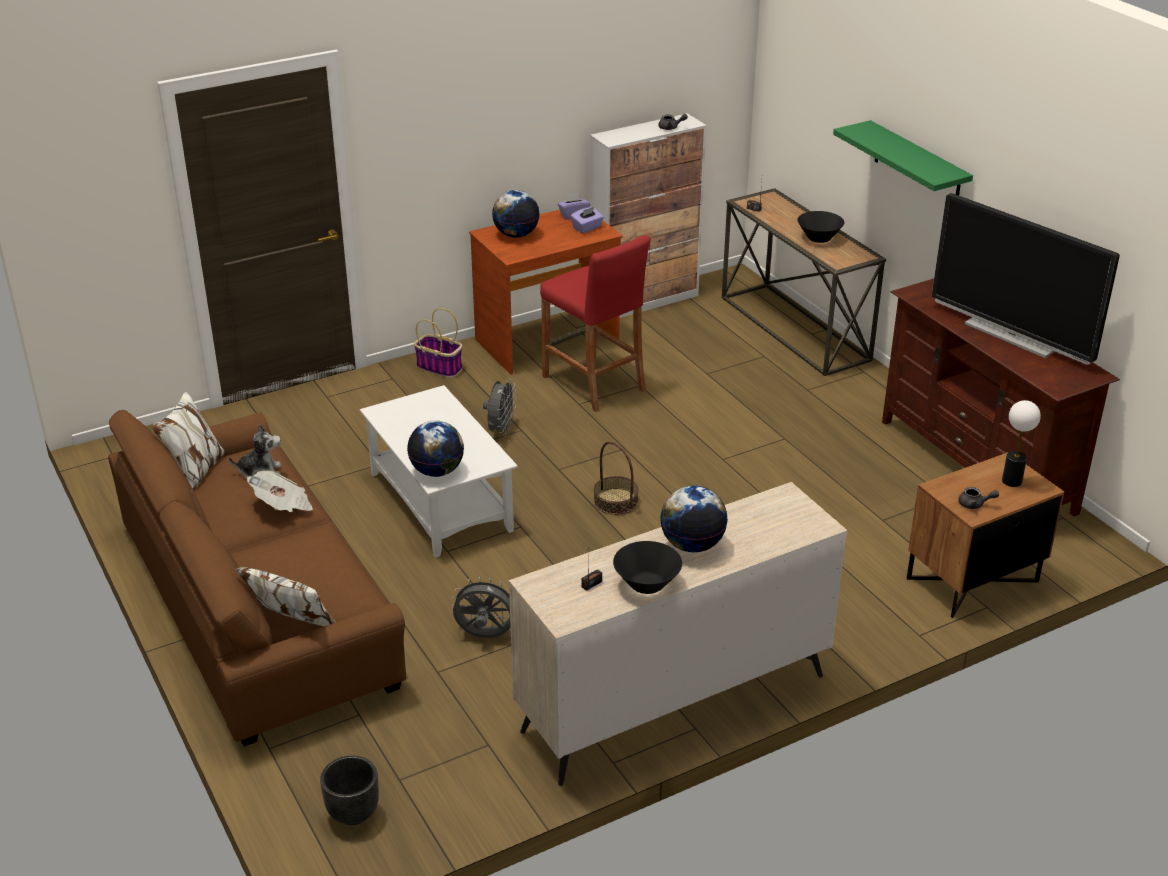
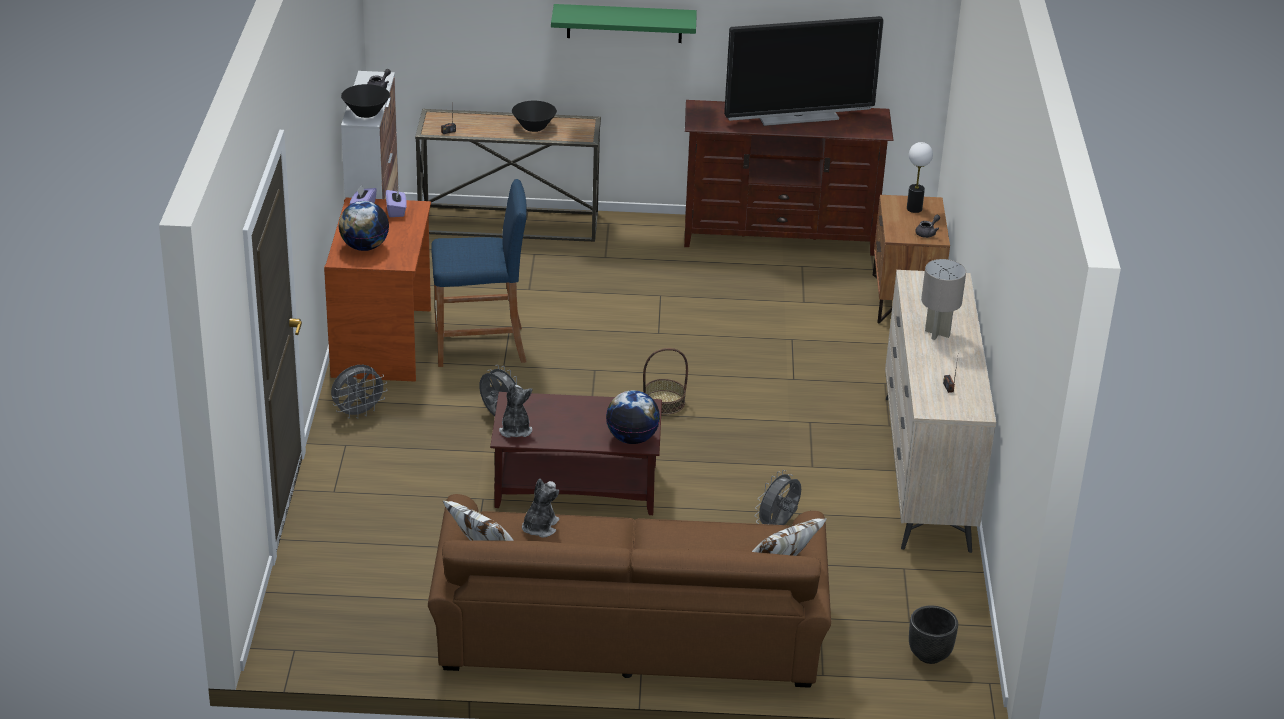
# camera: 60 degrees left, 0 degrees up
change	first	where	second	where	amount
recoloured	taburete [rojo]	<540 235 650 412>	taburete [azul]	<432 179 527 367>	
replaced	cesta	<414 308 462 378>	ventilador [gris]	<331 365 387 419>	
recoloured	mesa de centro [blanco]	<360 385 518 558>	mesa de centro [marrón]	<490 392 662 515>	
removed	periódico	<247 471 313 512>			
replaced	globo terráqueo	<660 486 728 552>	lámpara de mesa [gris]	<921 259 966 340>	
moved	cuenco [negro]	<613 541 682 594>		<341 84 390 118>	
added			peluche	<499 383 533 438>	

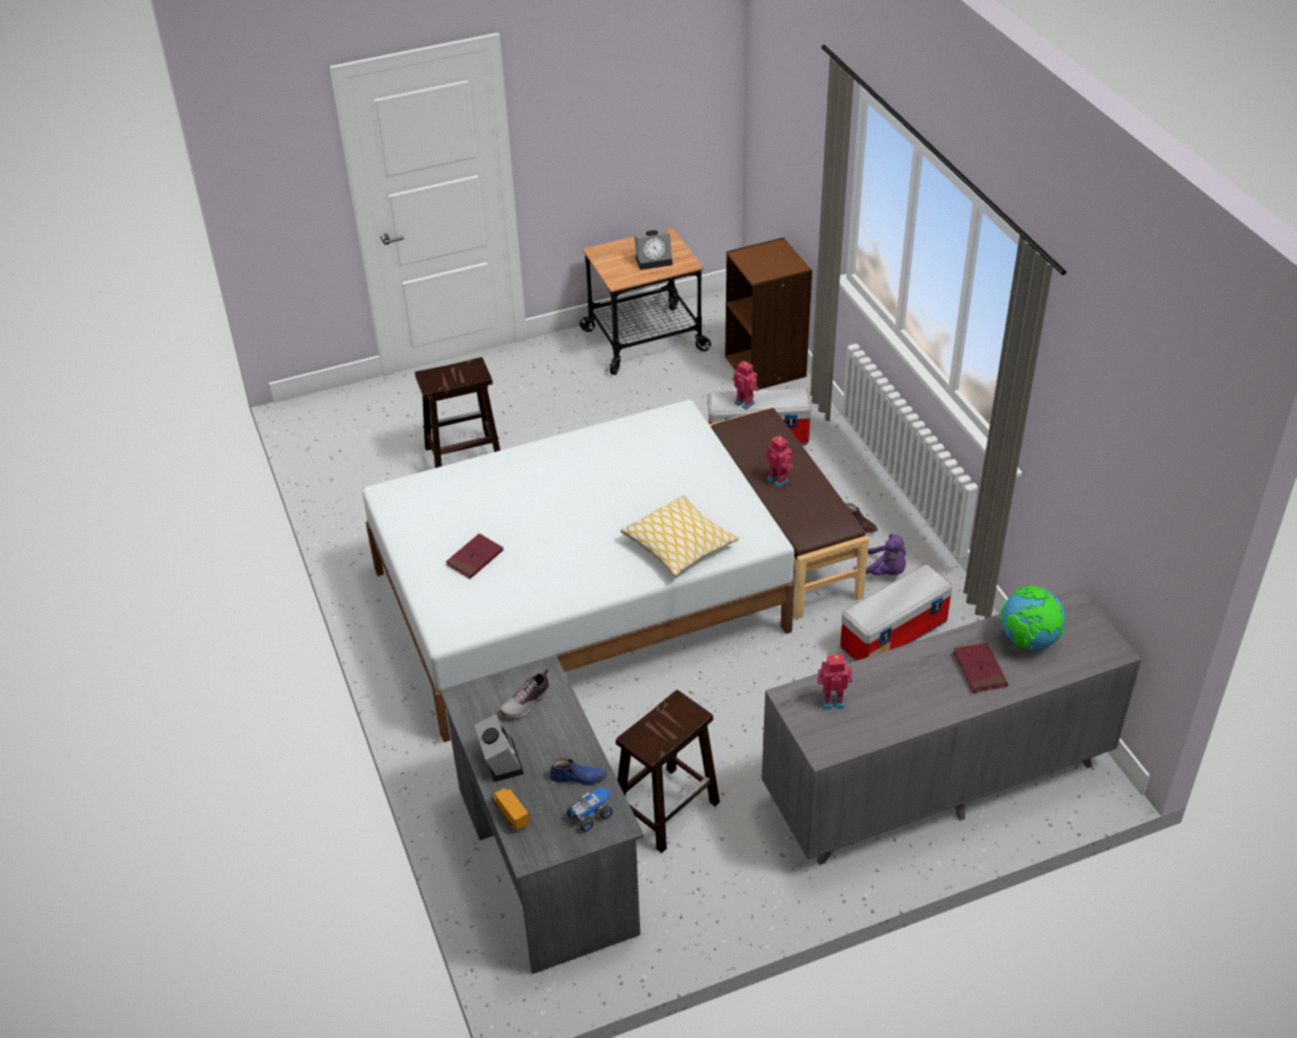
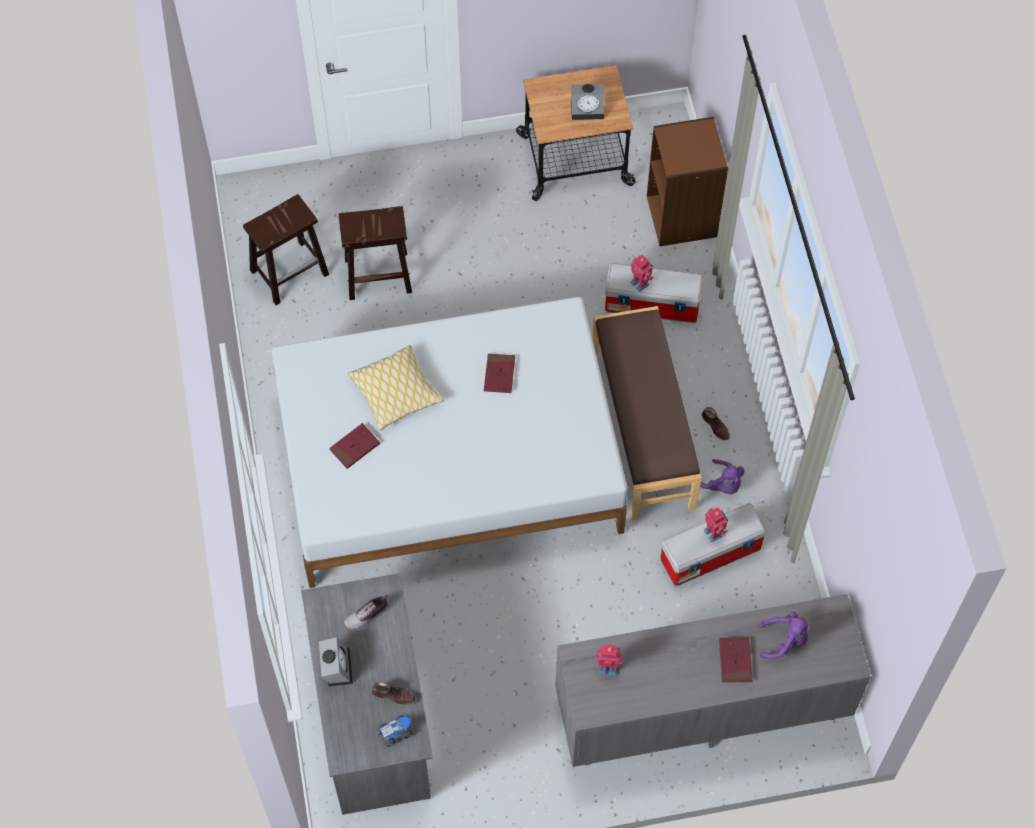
# camera: 10 degrees right, 20 degrees up
change	first	where	second	where	amount
moved	robot de juguete	<766 435 794 488>		<703 507 728 542>	
moved	cojín	<620 495 739 577>		<347 345 444 431>	
replaced	globo terráqueo	<1000 586 1066 650>	peluche [morado]	<758 611 811 659>	
moved	taburete [marrón]	<616 690 720 853>		<243 194 329 305>	
recoloured	zapato [azul]	<550 758 607 785>	zapato [marrón]	<371 682 415 705>	
removed	camión de juguete	<491 788 530 831>			
added			libro [rojo]	<484 354 515 393>	

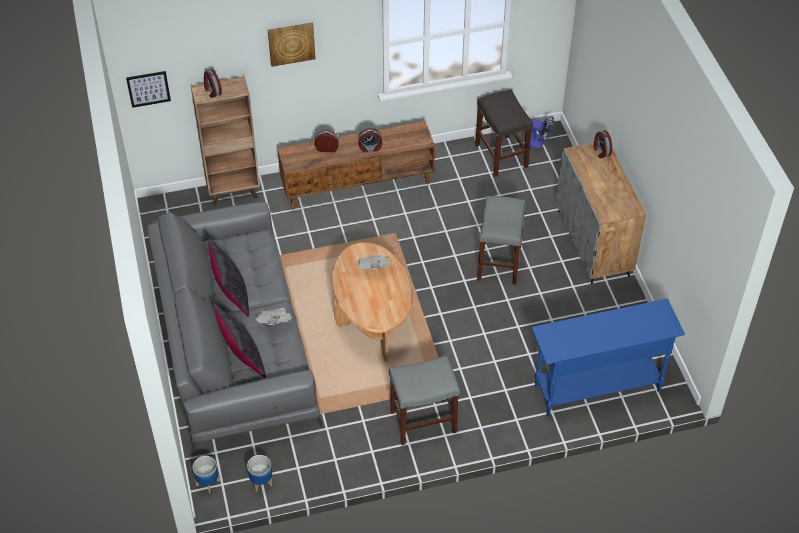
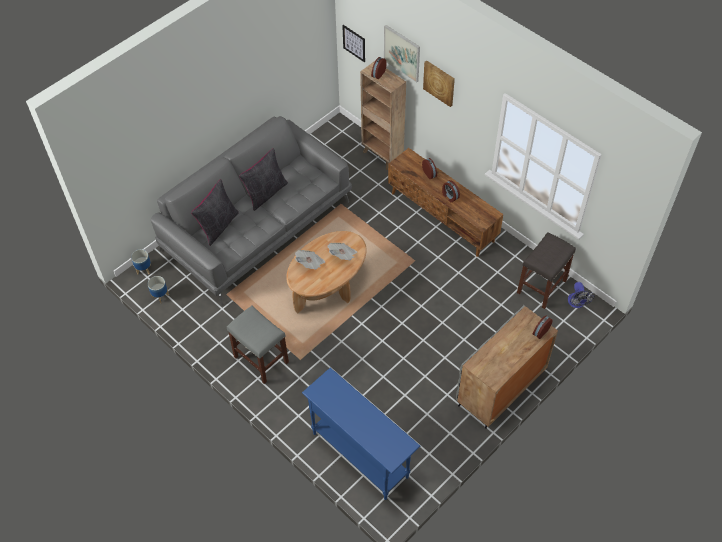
# camera: 60 degrees right, 5 degrees up
change	first	where	second	where	amount
removed	taburete [gris]	<477 196 526 285>			
moved	periódico	<256 308 293 325>		<295 250 325 270>	
added			cuadro	<384 25 420 83>	

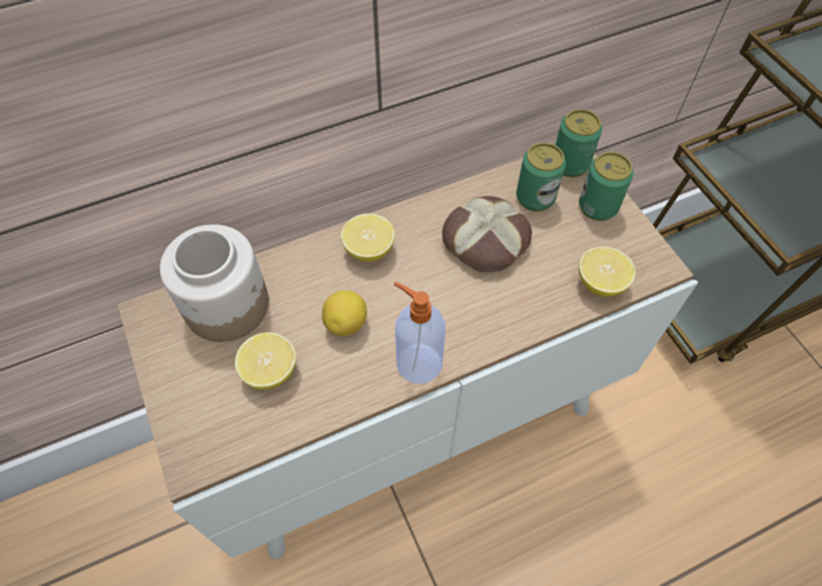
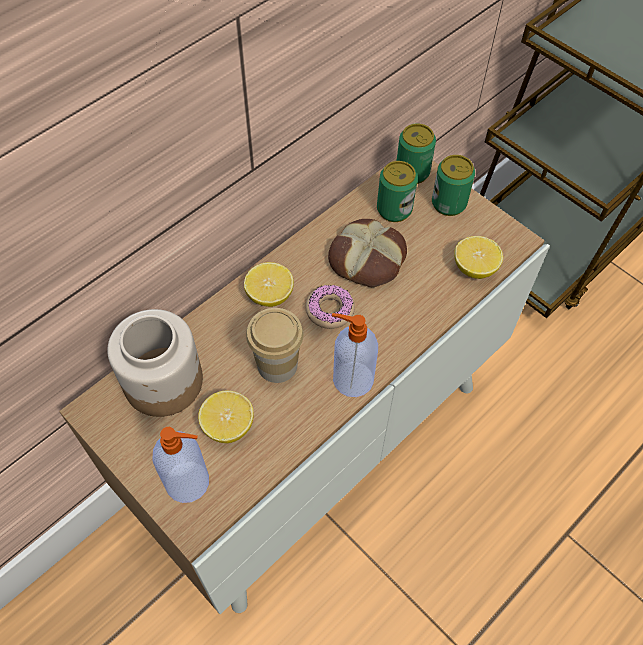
# camera: 20 degrees left, 0 degrees up
change	first	where	second	where	amount
replaced	limón	<322 290 367 336>	taza	<246 308 304 383>	
added			rosquilla	<306 285 355 329>	
added			dispensador de jabón	<152 427 209 503>	

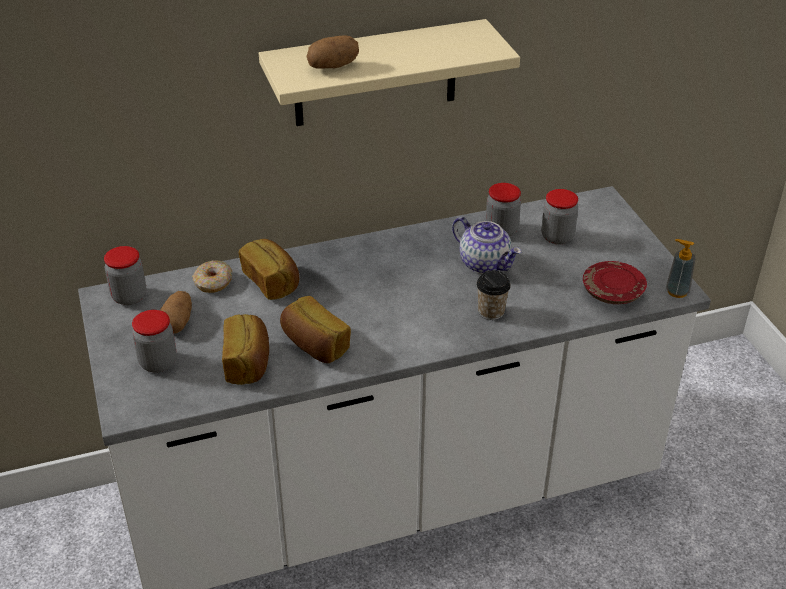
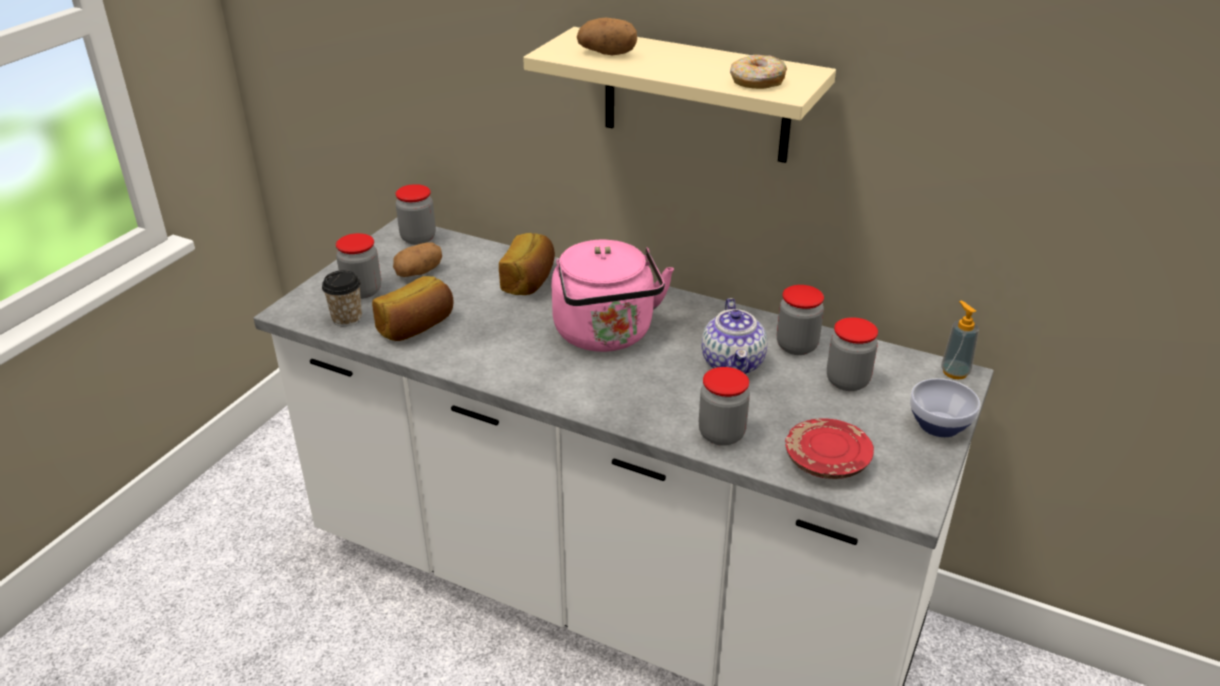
# camera: 45 degrees right, 5 degrees down
change	first	where	second	where	amount
moved	dispensador de jabón	<666 239 695 298>		<941 301 979 379>	
moved	rosquilla	<192 260 232 293>		<730 55 787 89>	
moved	taza	<476 270 511 320>		<322 270 362 327>	
removed	pan	<280 296 351 363>			
added			hervidor [rosa]	<552 240 674 352>	
added			tarro	<699 367 750 446>	
added			cuenco	<910 378 980 437>	

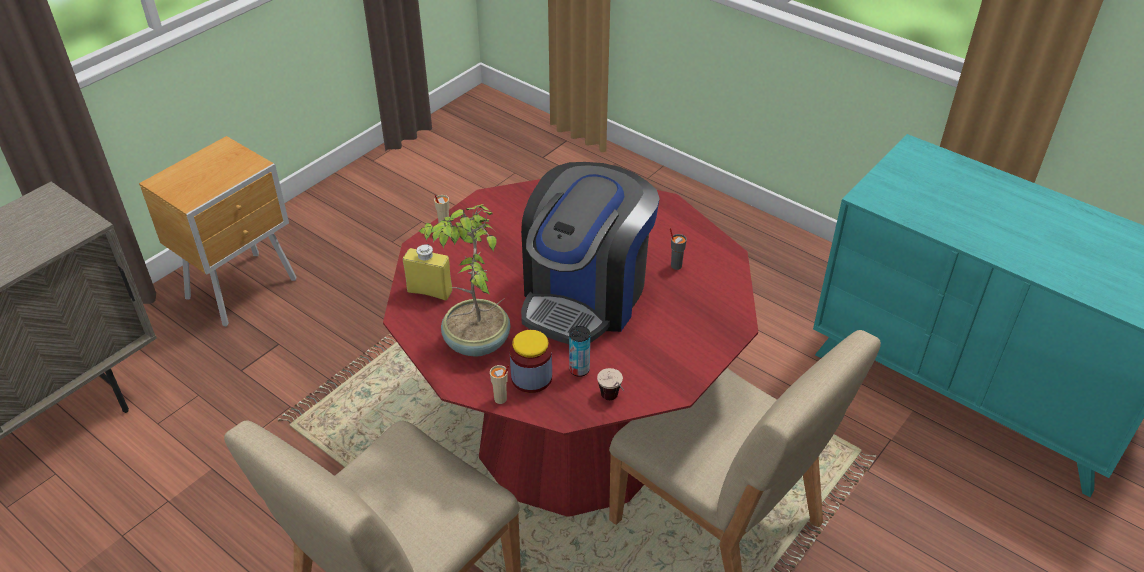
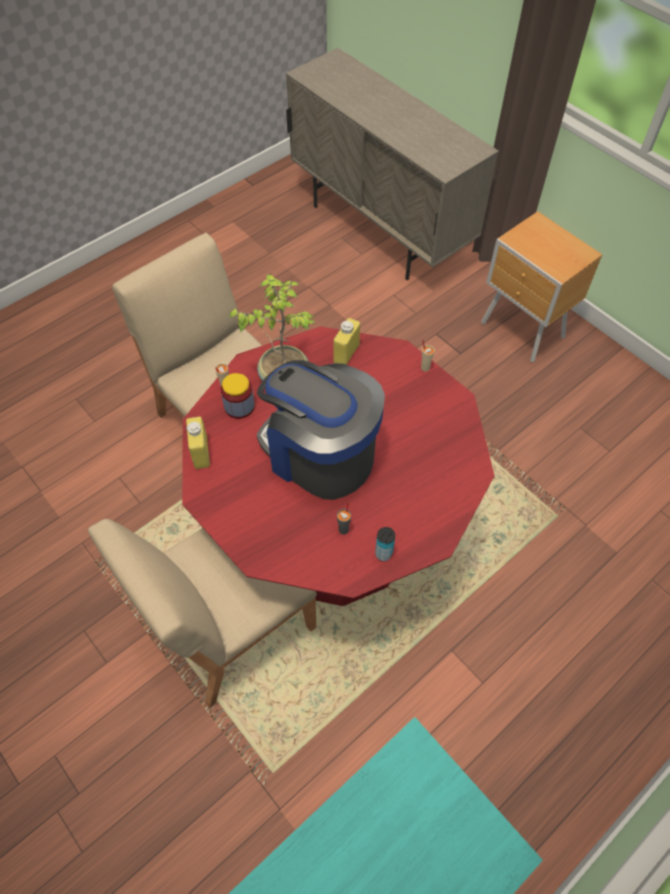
# camera: 100 degrees right, 15 degrees up
change	first	where	second	where	amount
moved	lata	<569 326 590 377>		<375 527 395 562>	
replaced	taza	<597 368 624 400>	botella [amarillo]	<186 417 210 469>	

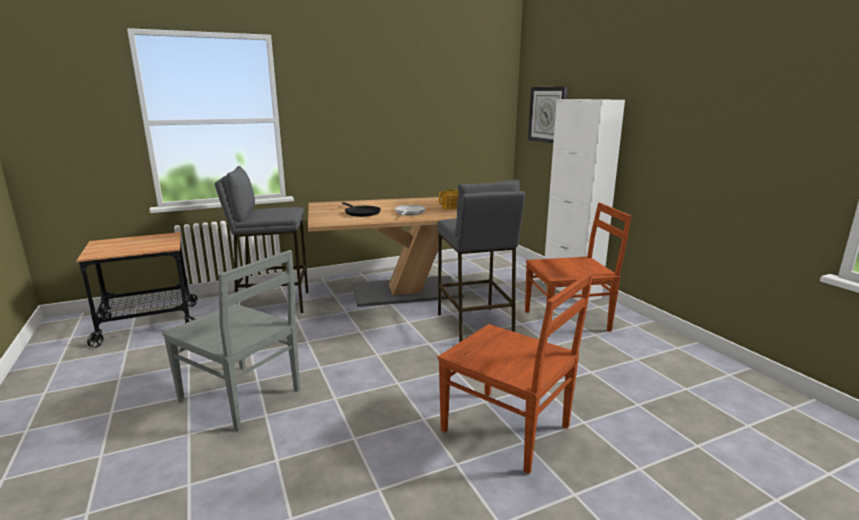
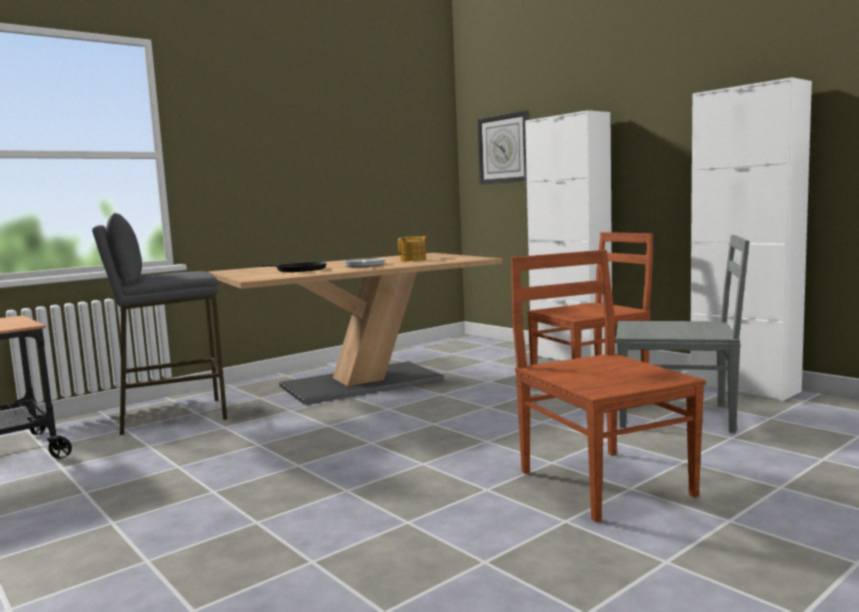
# camera: 15 degrees left, 10 degrees down
change	first	where	second	where	amount
removed	taburete [gris]	<437 180 525 342>			
moved	silla [gris]	<162 250 300 431>		<616 235 750 433>	
turned	silla [marrón]	<438 272 593 474>		<511 250 706 522>	135 degrees counterclockwise
added			armario [blanco]	<690 77 812 401>	

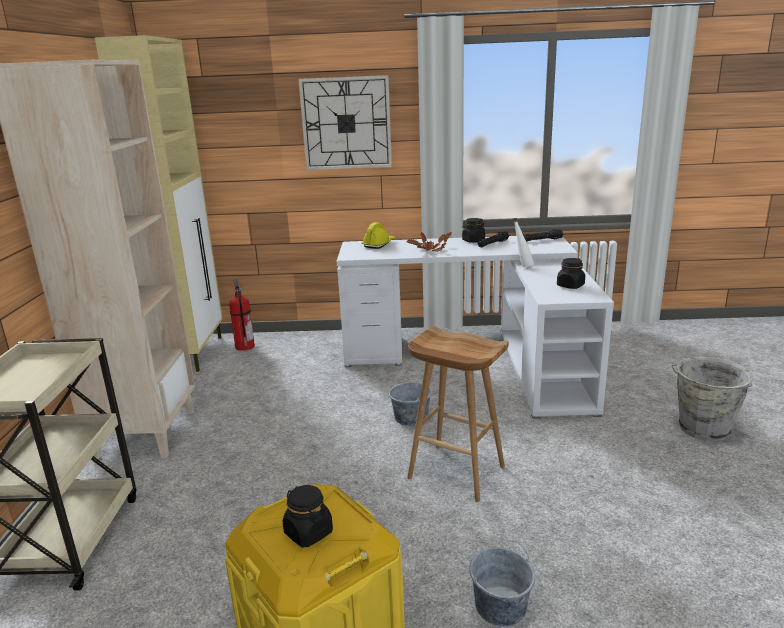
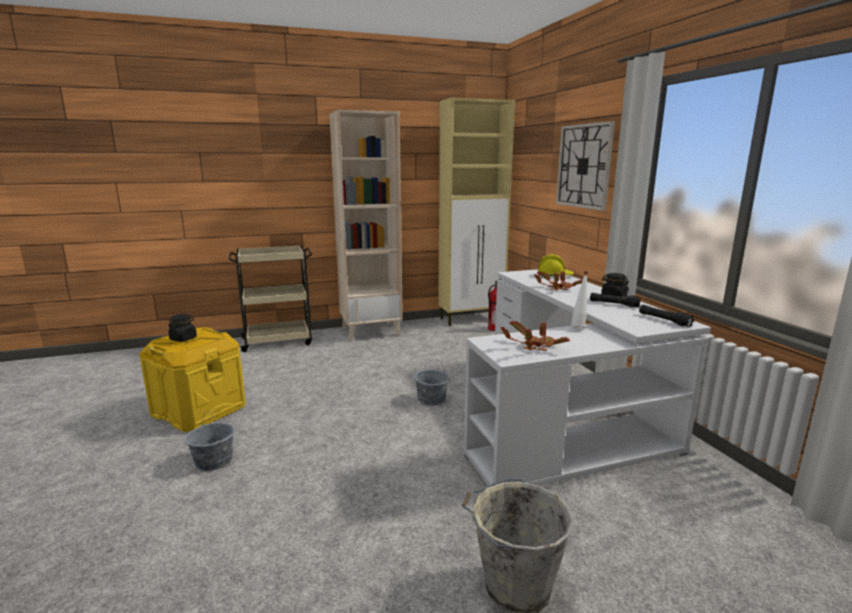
# camera: 70 degrees right, 5 degrees down
change	first	where	second	where	amount
replaced	tarro [negro]	<557 258 585 289>	planta en maceta	<500 320 570 351>	
removed	taburete [marrón]	<408 326 509 502>			

